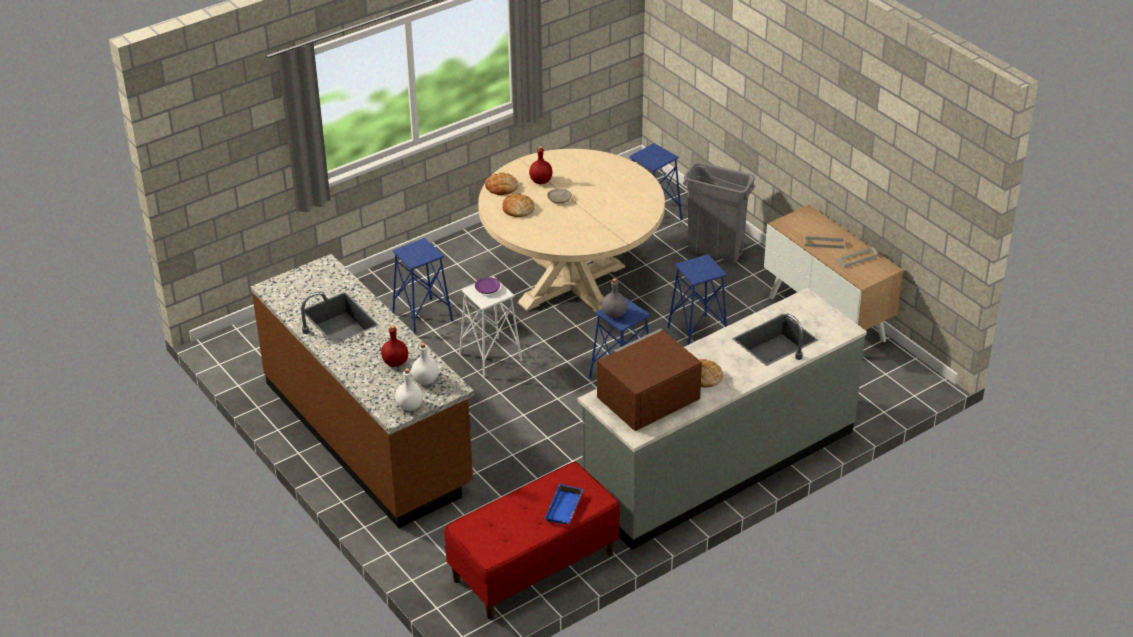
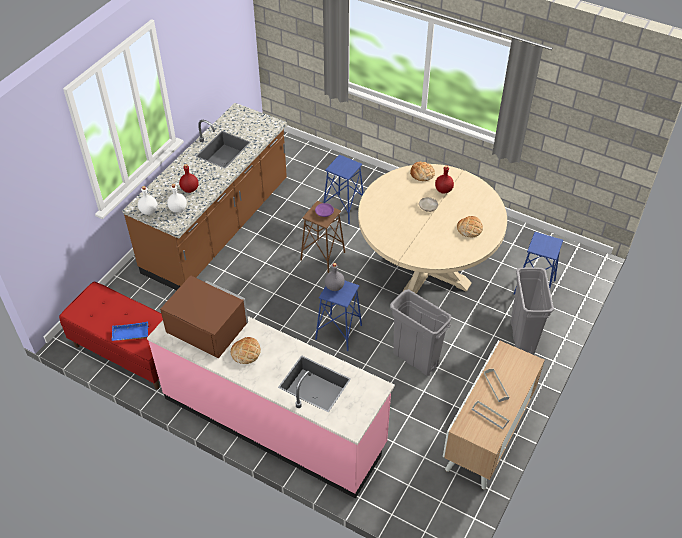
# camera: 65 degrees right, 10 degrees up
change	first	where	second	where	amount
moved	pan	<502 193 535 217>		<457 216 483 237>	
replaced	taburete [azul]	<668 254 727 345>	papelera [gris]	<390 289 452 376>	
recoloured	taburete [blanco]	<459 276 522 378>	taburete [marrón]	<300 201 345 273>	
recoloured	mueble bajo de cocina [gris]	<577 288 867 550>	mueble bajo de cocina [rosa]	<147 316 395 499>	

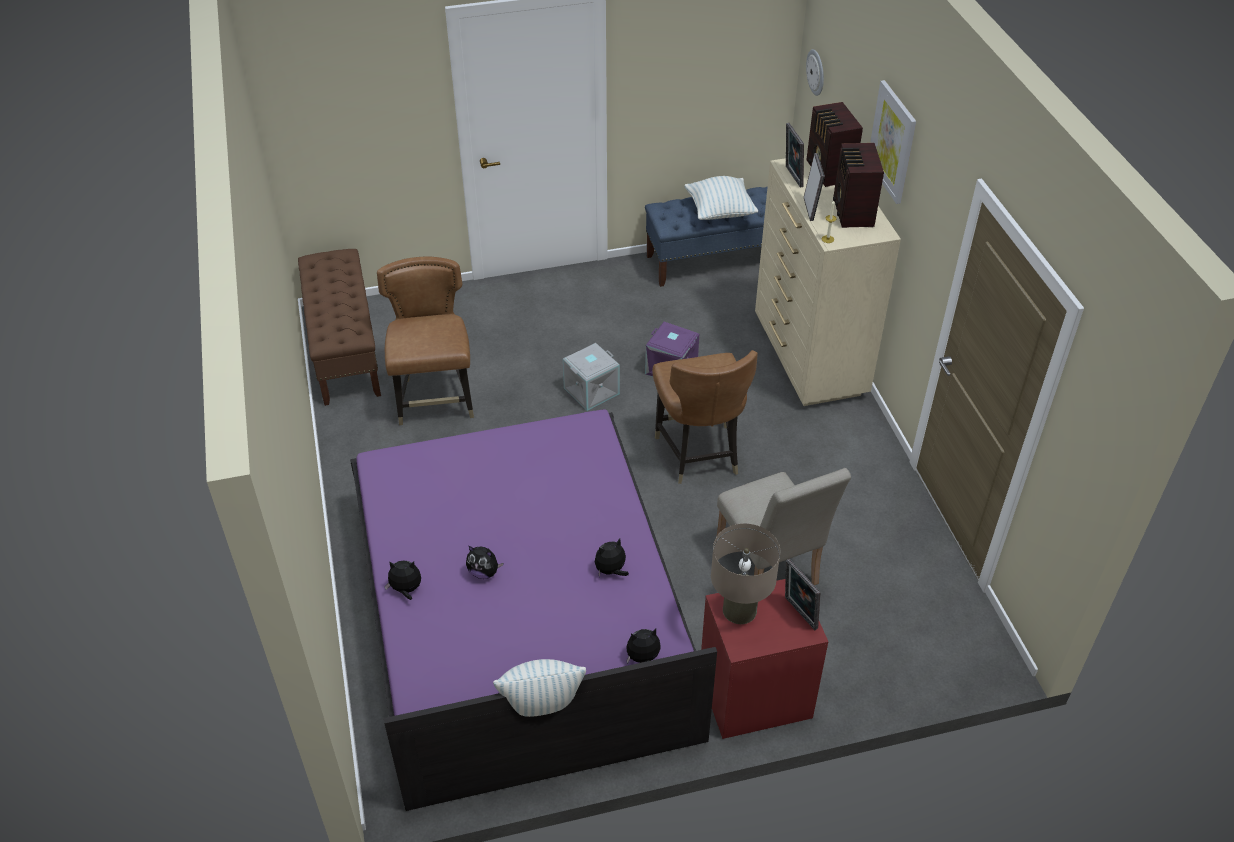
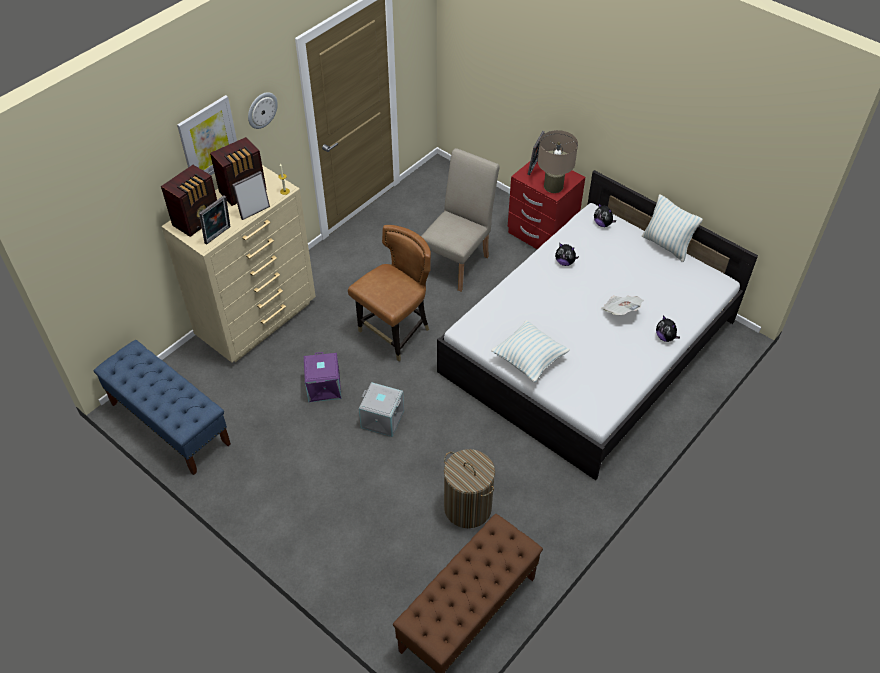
# camera: 125 degrees left, 5 degrees up
change	first	where	second	where	amount
moved	reloj de pared	<806 49 824 96>		<248 92 278 129>	
moved	cojín	<684 176 758 220>		<491 320 570 383>	
replaced	silla [marrón]	<377 257 474 425>	cesto de la ropa	<444 449 495 528>	
recoloured	cama [morado]	<350 409 717 811>	cama [blanco]	<437 170 758 480>	
replaced	peluche	<466 546 503 579>	periódico	<601 296 644 315>	

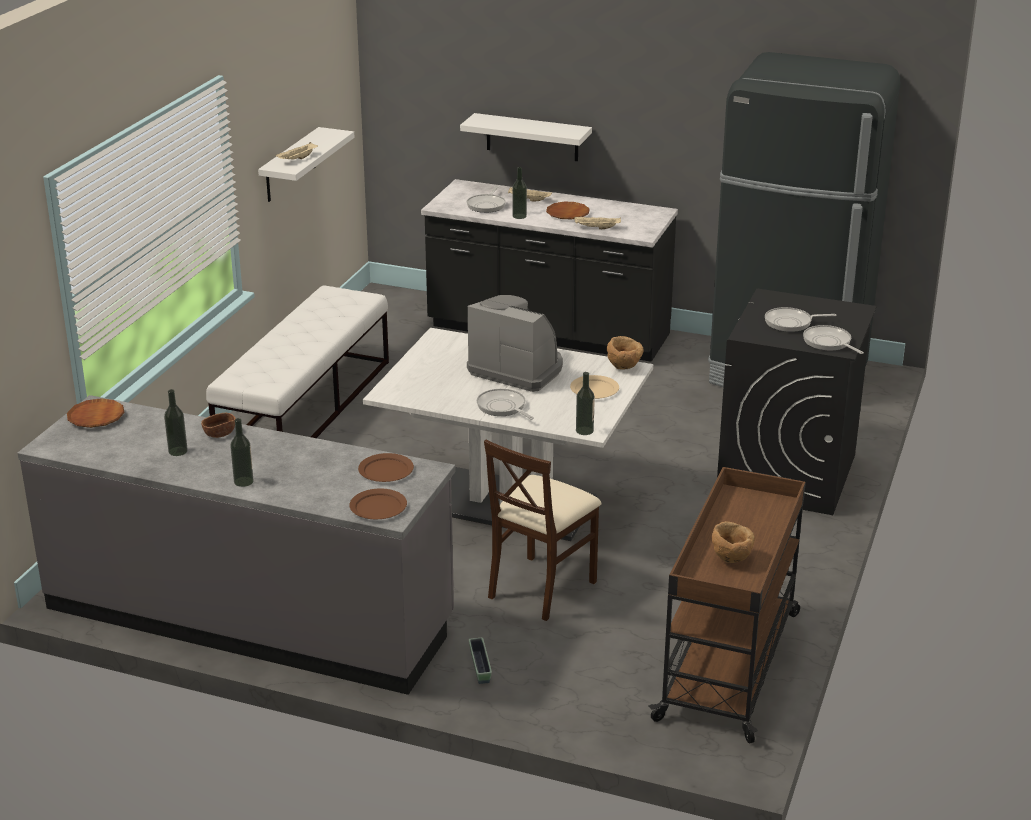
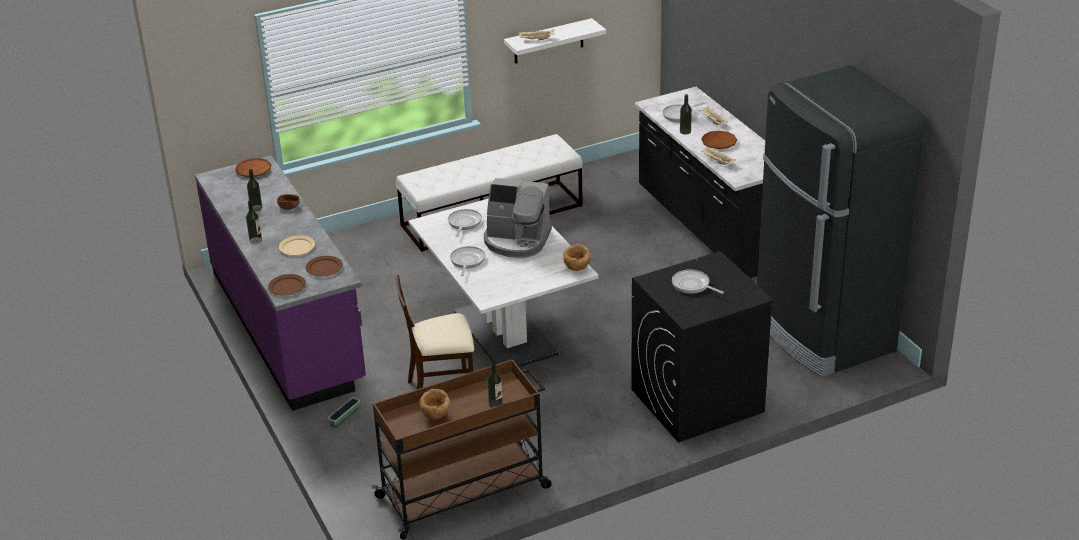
# camera: 45 degrees right, 5 degrees up
change	first	where	second	where	amount
removed	estante [blanco]	<460 113 592 161>			
turned	cafetera	<467 295 563 392>		<484 178 552 258>	120 degrees clockwise
moved	sartén	<803 325 864 354>		<448 209 482 237>	
moved	botella	<576 372 595 435>		<487 362 503 408>	
moved	plato [beis]	<570 375 619 399>		<279 235 315 255>	
recoloured	mueble bajo de cocina [gris]	<17 395 455 695>	mueble bajo de cocina [morado]	<195 156 366 411>	

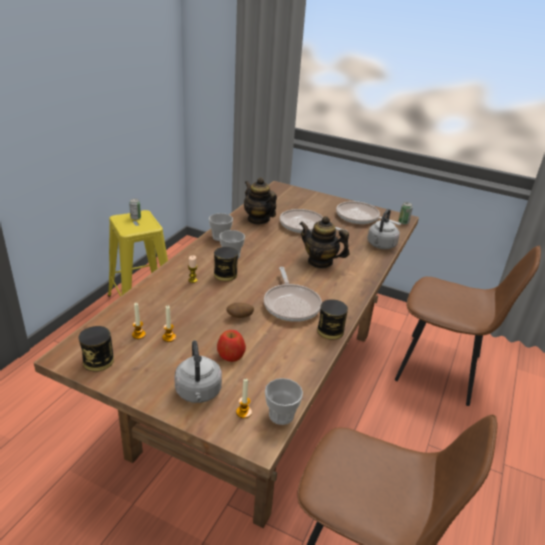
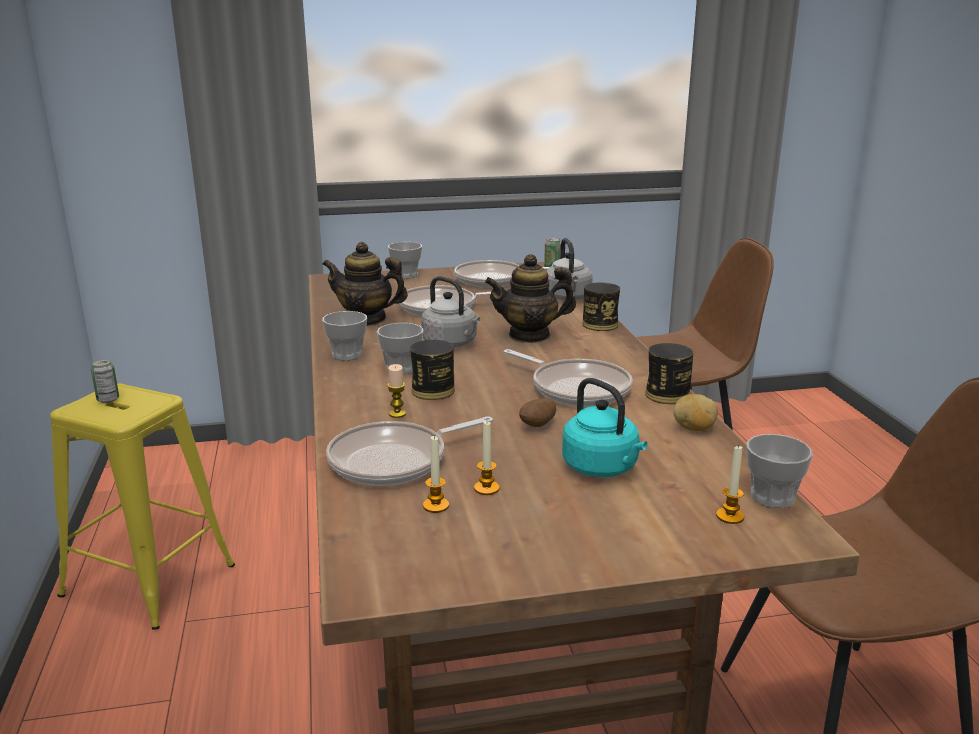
# camera: 35 degrees left, 10 degrees down
change	first	where	second	where	amount
moved	lata	<79 326 114 371>		<583 283 620 331>	
replaced	manzana	<217 330 246 362>	hervidor [turquesa]	<562 378 647 477>	
moved	hervidor [gris]	<174 340 222 403>		<421 276 480 347>	
added			taza	<388 242 422 279>	
added			patata	<673 394 718 431>	
added			sartén	<326 416 493 486>	

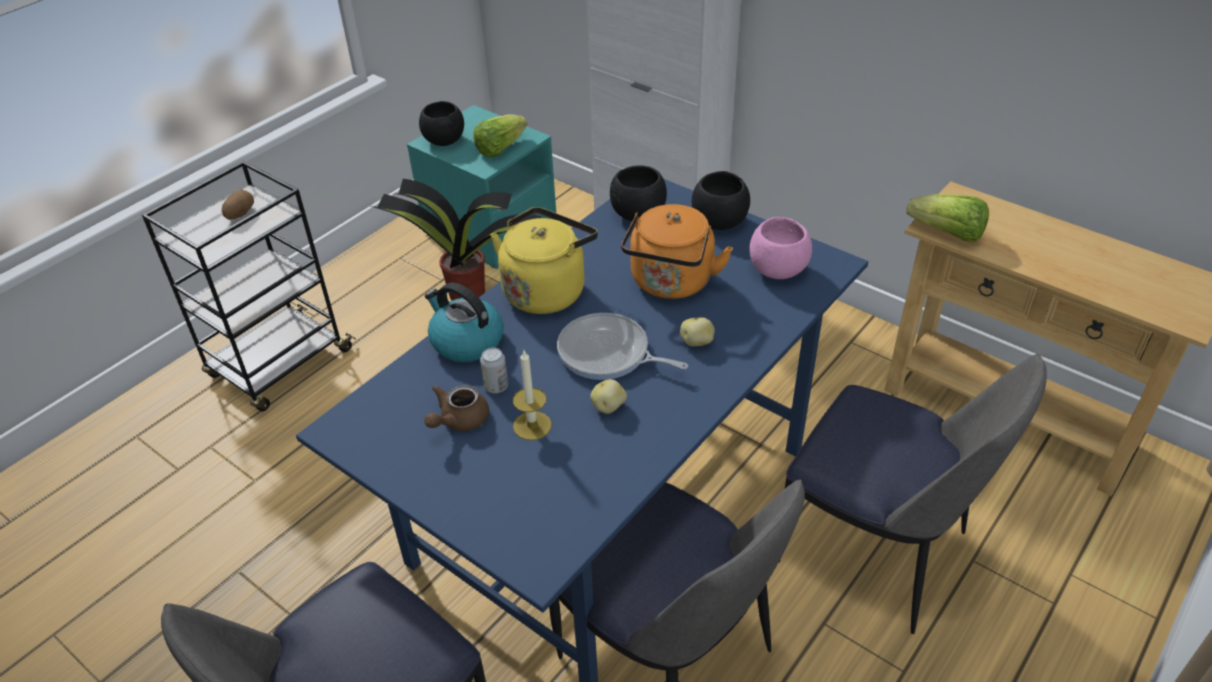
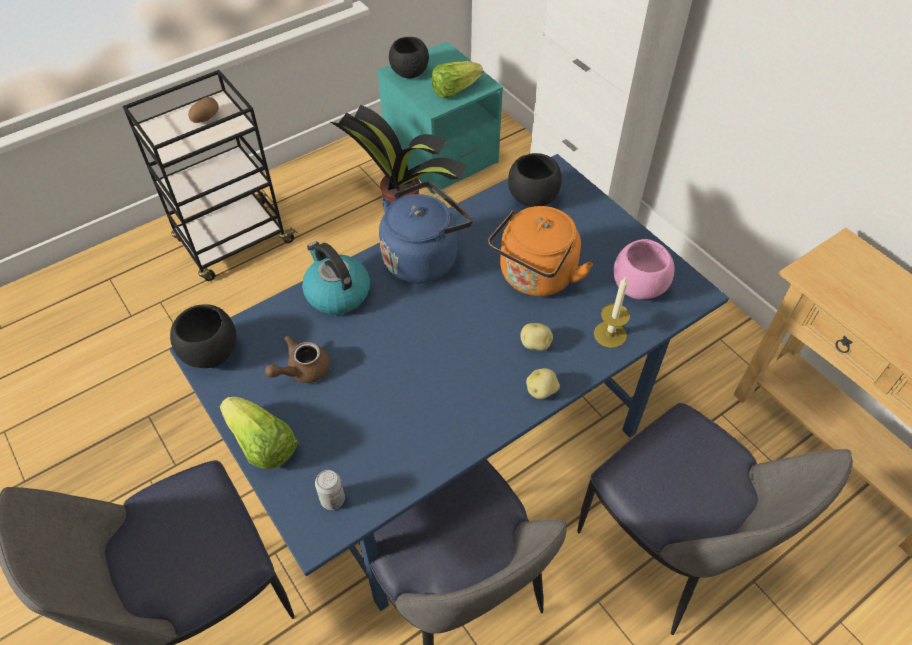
# camera: 15 degrees right, 10 degrees up
change	first	where	second	where	amount
moved	cuenco [negro]	<692 171 750 230>		<170 304 236 368>	
moved	lechuga	<906 194 989 242>		<220 397 298 469>	
recoloured	hervidor [amarillo]	<491 207 598 314>	hervidor [azul]	<379 181 473 283>	
removed	sartén	<557 313 688 380>			
moved	lata	<480 348 508 393>		<315 470 345 510>	
moved	vela	<513 351 552 440>		<594 276 630 348>	
moved	patata	<590 379 627 414>		<526 368 560 399>	

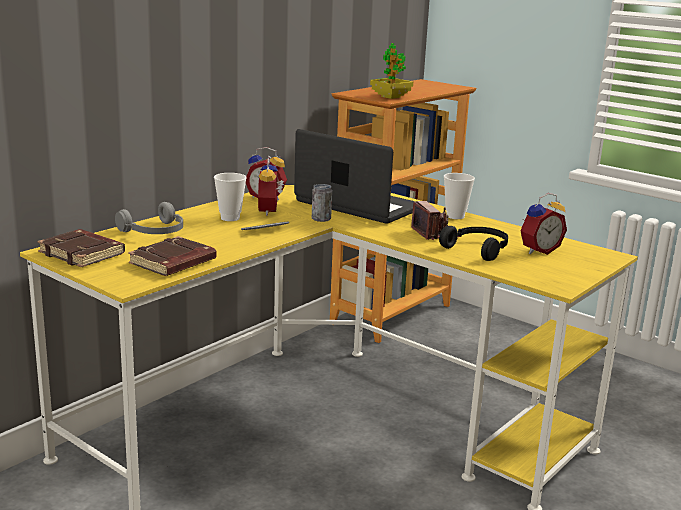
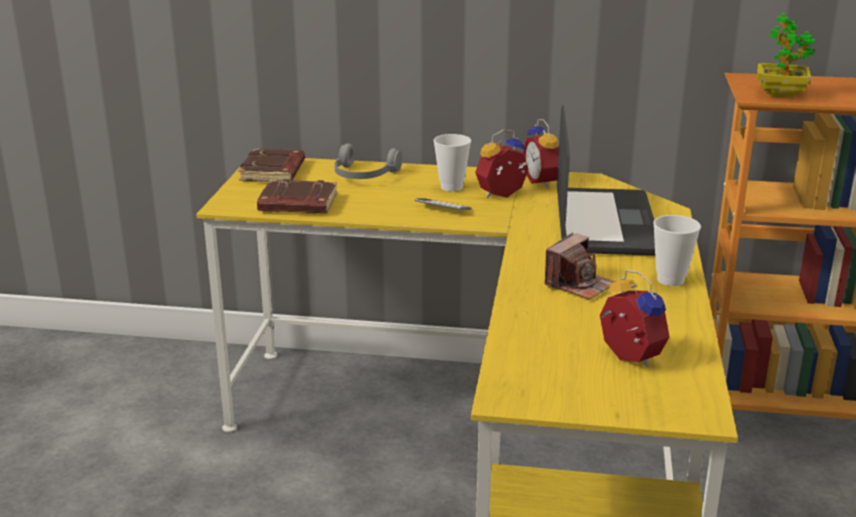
# camera: 60 degrees right, 5 degrees up
change	first	where	second	where	amount
removed	lata	<312 184 332 222>			
turned	despertador	<520 193 567 255>		<600 270 670 367>	150 degrees counterclockwise
removed	auriculares [negro]	<439 226 508 261>			

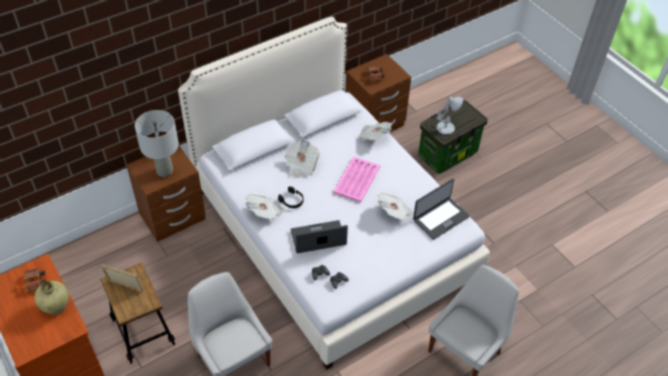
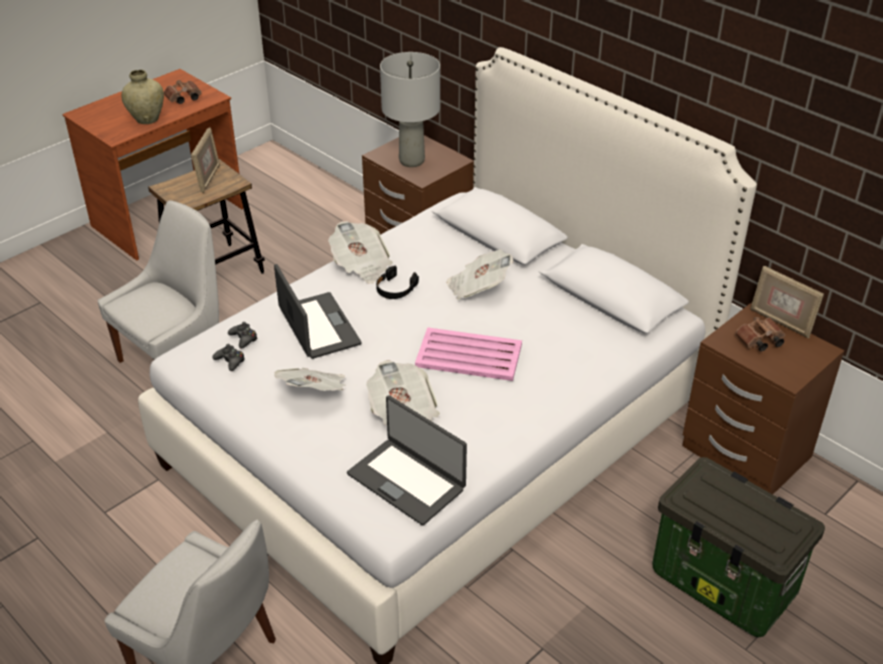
# camera: 80 degrees right, 10 degrees down
change	first	where	second	where	amount
removed	lámpara de mesa [blanco]	<436 97 463 135>			
moved	periódico	<358 122 392 140>		<274 368 346 391>	
added			portarretratos	<750 266 824 338>	

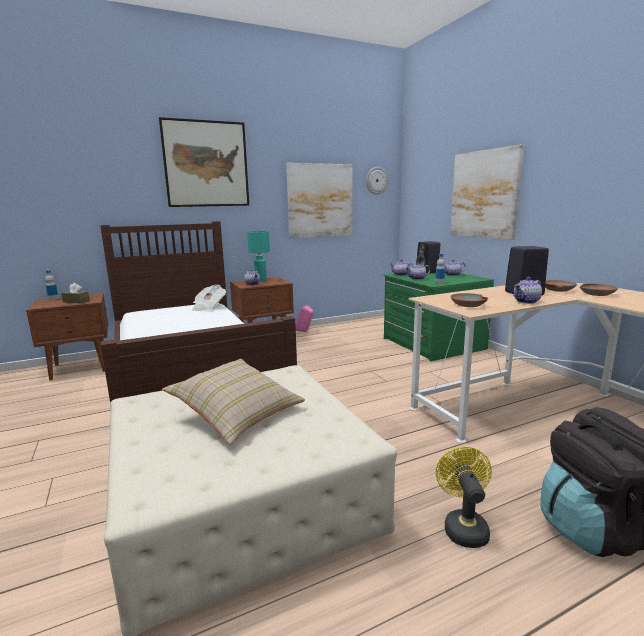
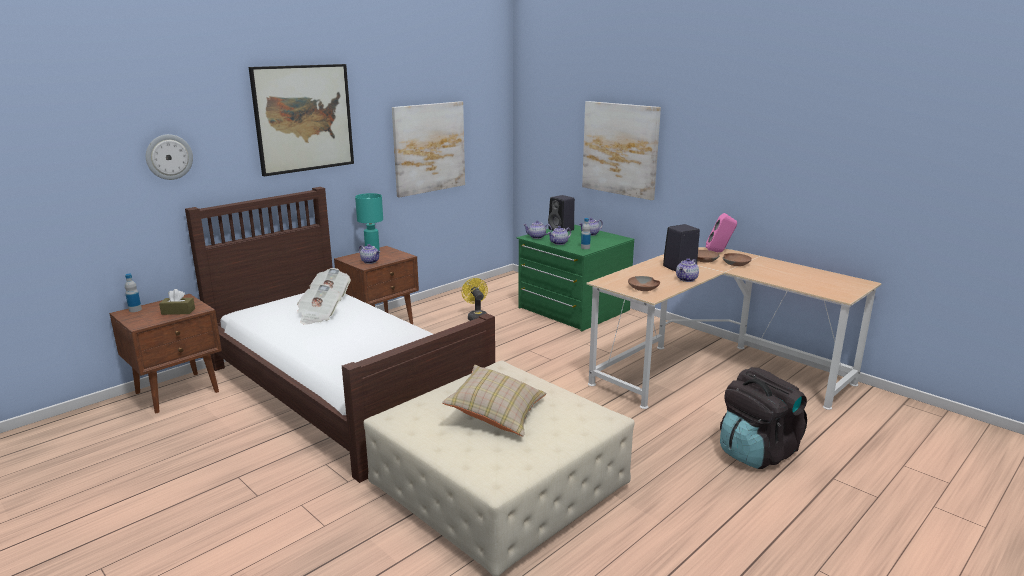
# camera: 20 degrees left, 5 degrees up
change	first	where	second	where	amount
moved	reloj de pared	<366 167 389 195>		<146 134 193 180>	
moved	altavoz [rosa]	<296 305 314 332>		<706 213 737 252>	
moved	ventilador [amarillo]	<436 446 492 548>		<462 278 488 321>	
added			periódico	<297 284 341 324>	

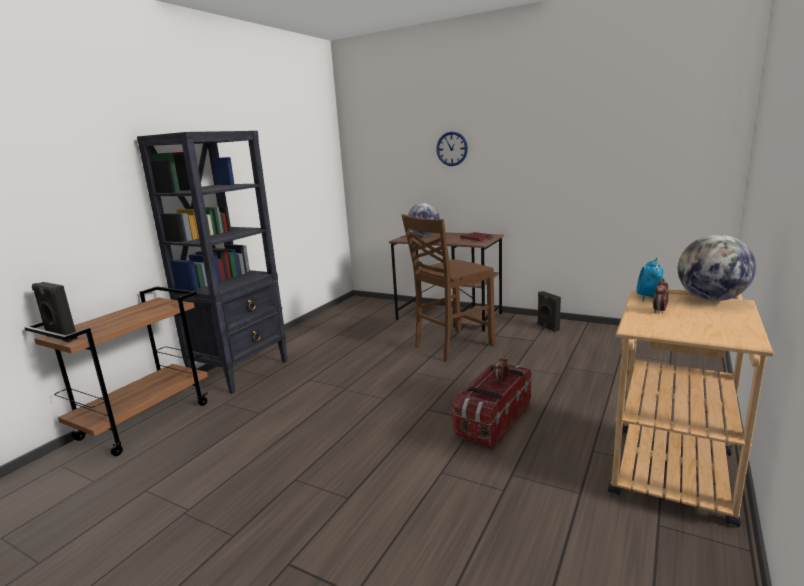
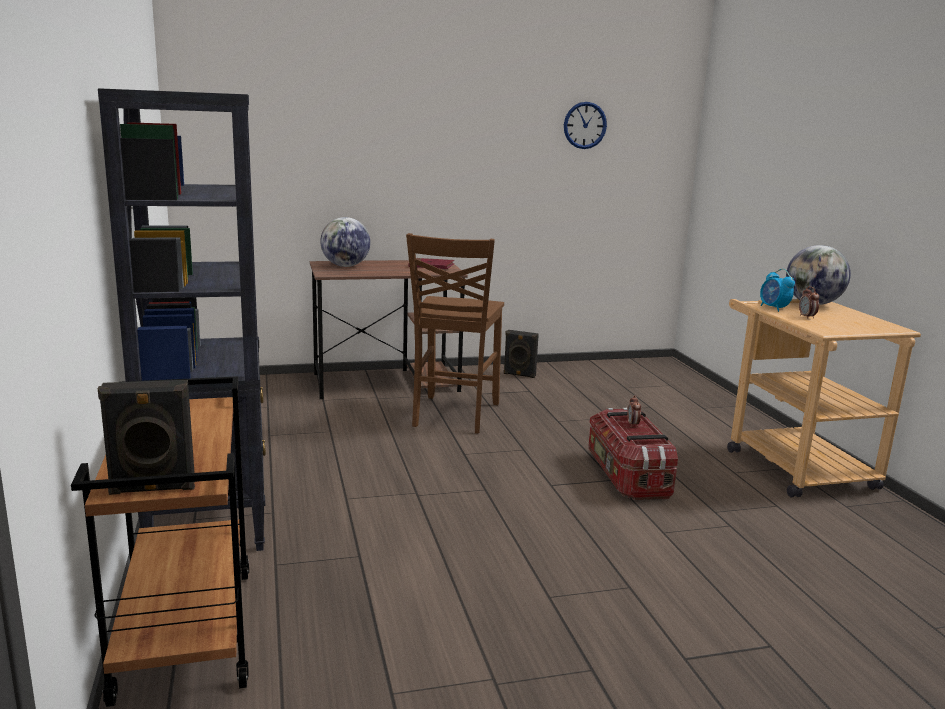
# camera: 45 degrees left, 0 degrees up
change	first	where	second	where	amount
moved	reloj de pared	<436 132 468 166>		<564 102 607 149>	

